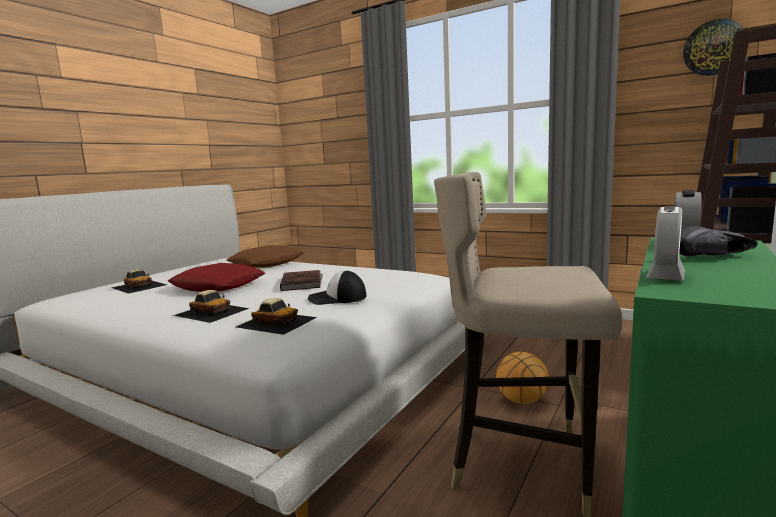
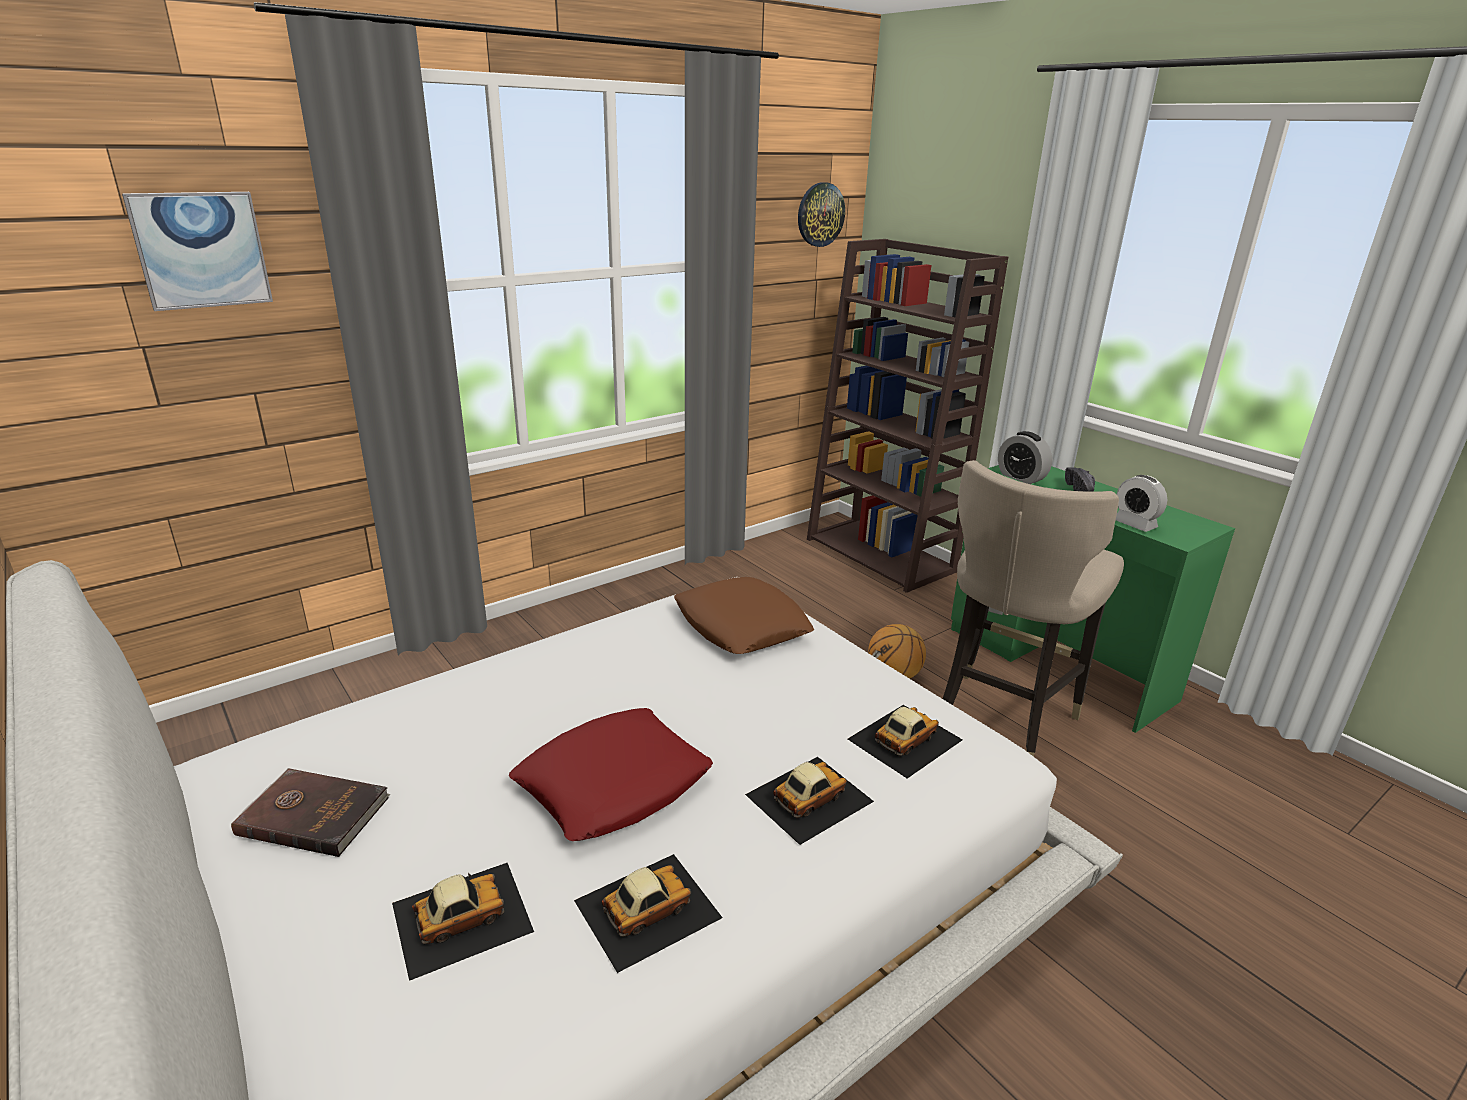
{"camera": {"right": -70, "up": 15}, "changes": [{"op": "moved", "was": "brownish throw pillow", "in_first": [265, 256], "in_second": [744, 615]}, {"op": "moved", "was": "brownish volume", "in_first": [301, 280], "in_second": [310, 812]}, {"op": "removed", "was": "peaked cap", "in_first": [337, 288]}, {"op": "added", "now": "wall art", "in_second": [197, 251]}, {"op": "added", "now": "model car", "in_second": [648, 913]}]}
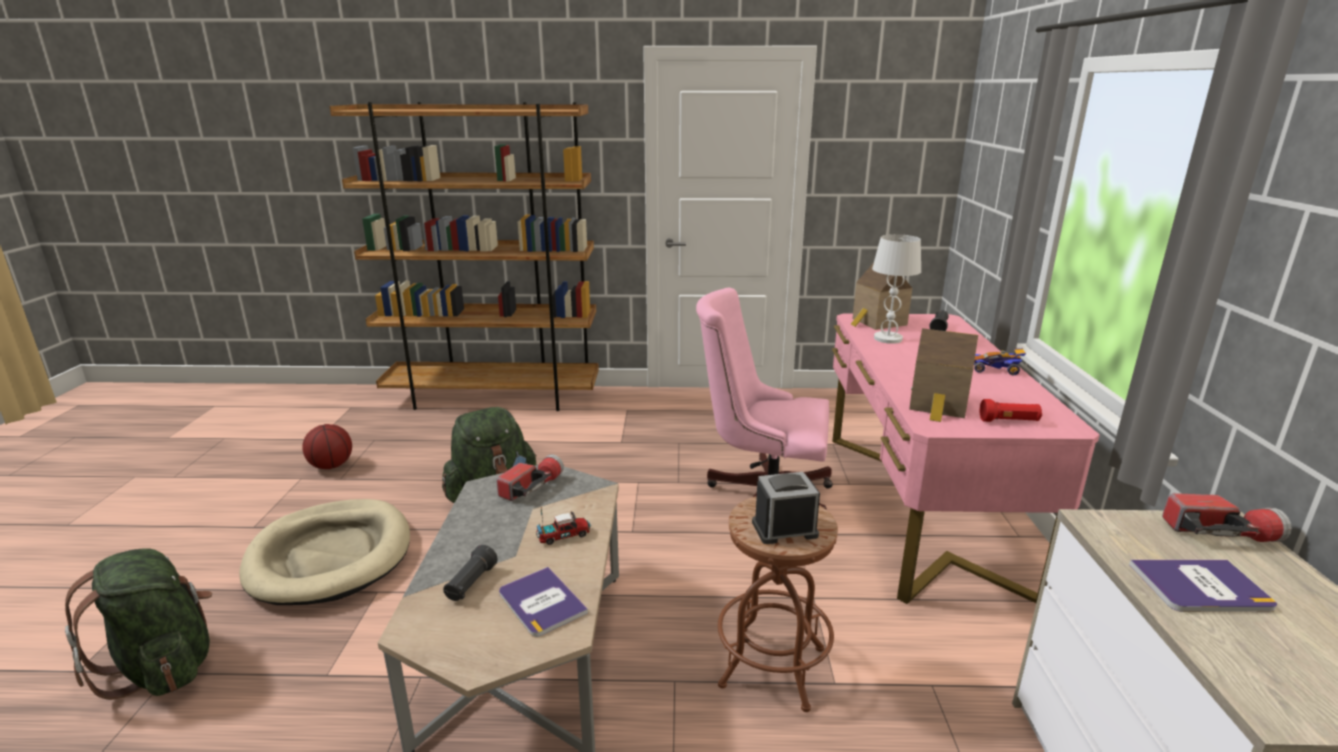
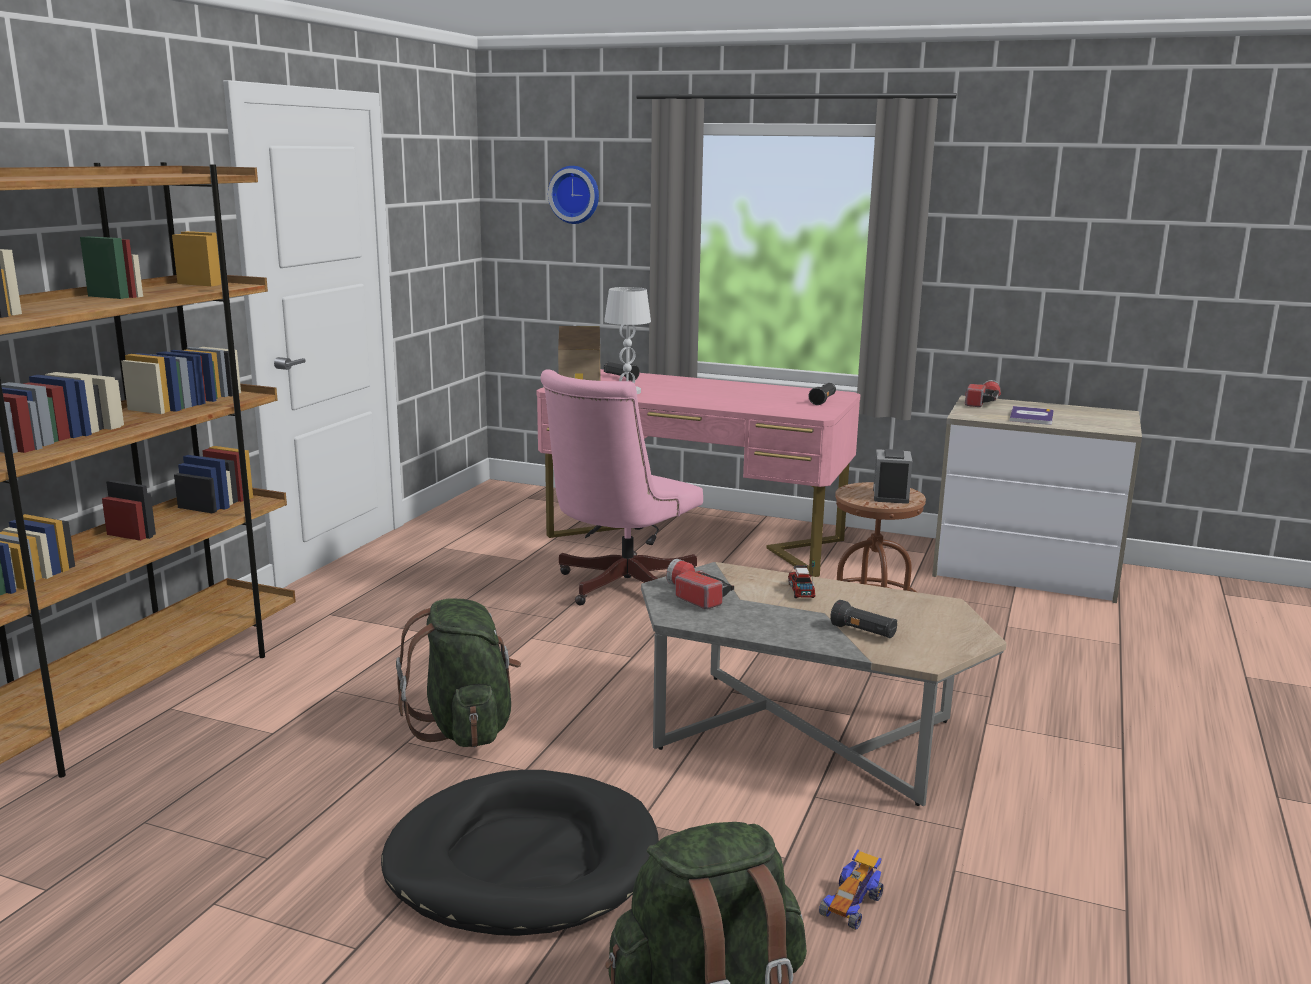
{"camera": {"right": -70, "up": -5}, "changes": [{"op": "removed", "was": "model house", "in_first": [943, 375]}, {"op": "moved", "was": "model car", "in_first": [1000, 361], "in_second": [851, 889]}, {"op": "recoloured", "was": "reddish flashlight", "now": "black flashlight", "in_first": [1011, 410], "in_second": [822, 394]}, {"op": "removed", "was": "basketball ball", "in_first": [327, 446]}, {"op": "recoloured", "was": "beige-coloured dog bed", "now": "black dog bed", "in_first": [324, 552], "in_second": [520, 853]}, {"op": "removed", "was": "volume", "in_first": [543, 602]}, {"op": "added", "now": "wall clock", "in_second": [573, 195]}]}
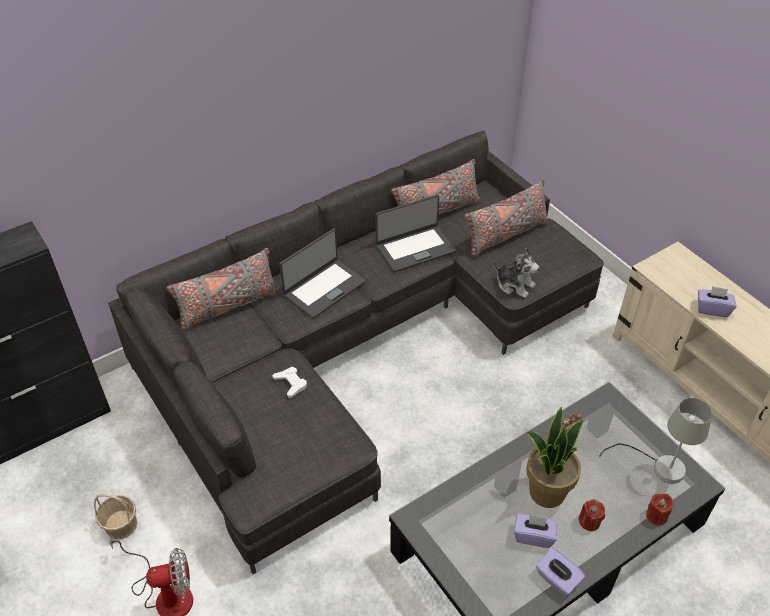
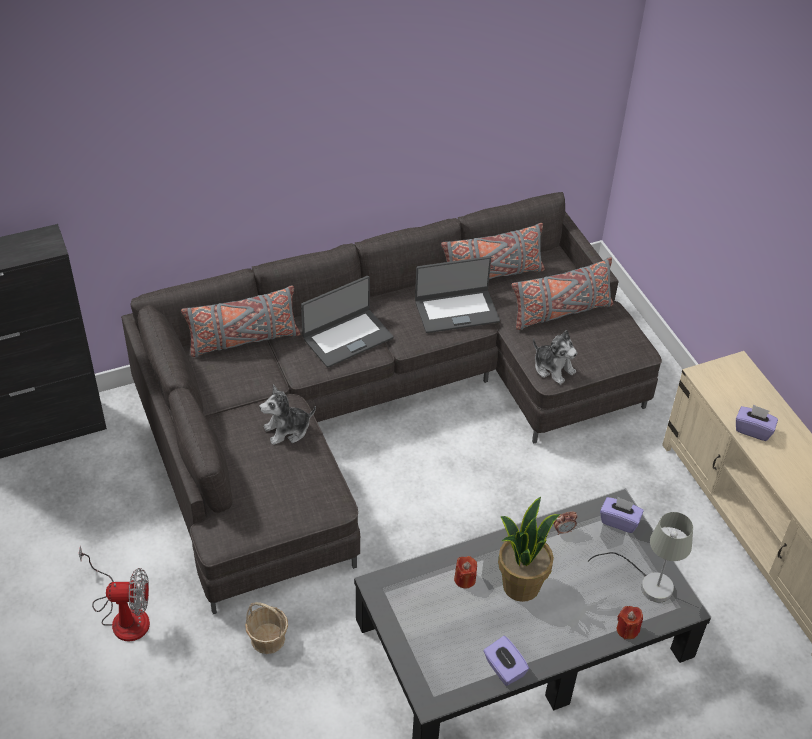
{"camera": {"right": 10, "up": 0}, "changes": [{"op": "replaced", "was": "white joypad", "now": "cuddly toy", "in_first": [289, 382], "in_second": [287, 415]}, {"op": "moved", "was": "basket", "in_first": [115, 516], "in_second": [266, 628]}, {"op": "moved", "was": "reddish wax light", "in_first": [592, 515], "in_second": [465, 572]}, {"op": "moved", "was": "purple-coloured box of tissues", "in_first": [535, 531], "in_second": [622, 515]}]}
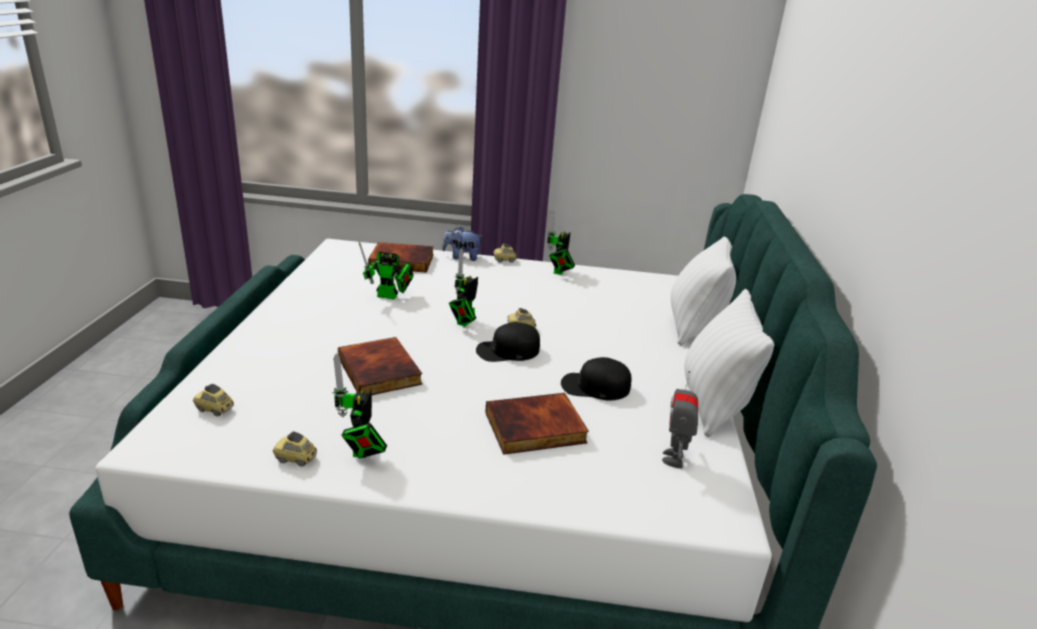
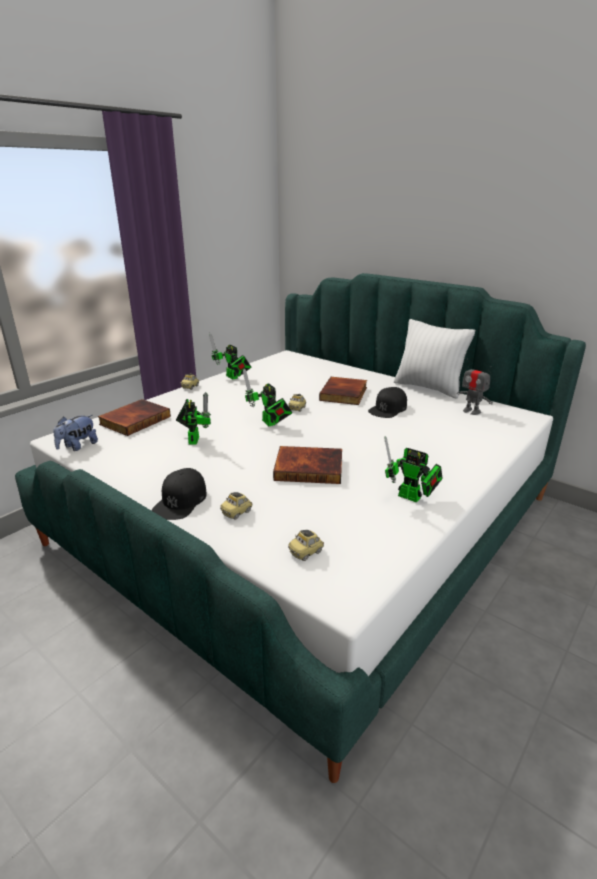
{"camera": {"right": -55, "up": 0}, "changes": [{"op": "moved", "was": "cuddly toy", "in_first": [462, 244], "in_second": [75, 433]}, {"op": "removed", "was": "white throw pillow", "in_first": [703, 291]}, {"op": "turned", "was": "robot figure", "in_first": [386, 270], "in_second": [193, 418], "clockwise": -45}, {"op": "moved", "was": "black peaked cap", "in_first": [508, 342], "in_second": [179, 494]}, {"op": "moved", "was": "volume", "in_first": [537, 424], "in_second": [343, 391]}, {"op": "moved", "was": "model car", "in_first": [295, 449], "in_second": [236, 506]}]}
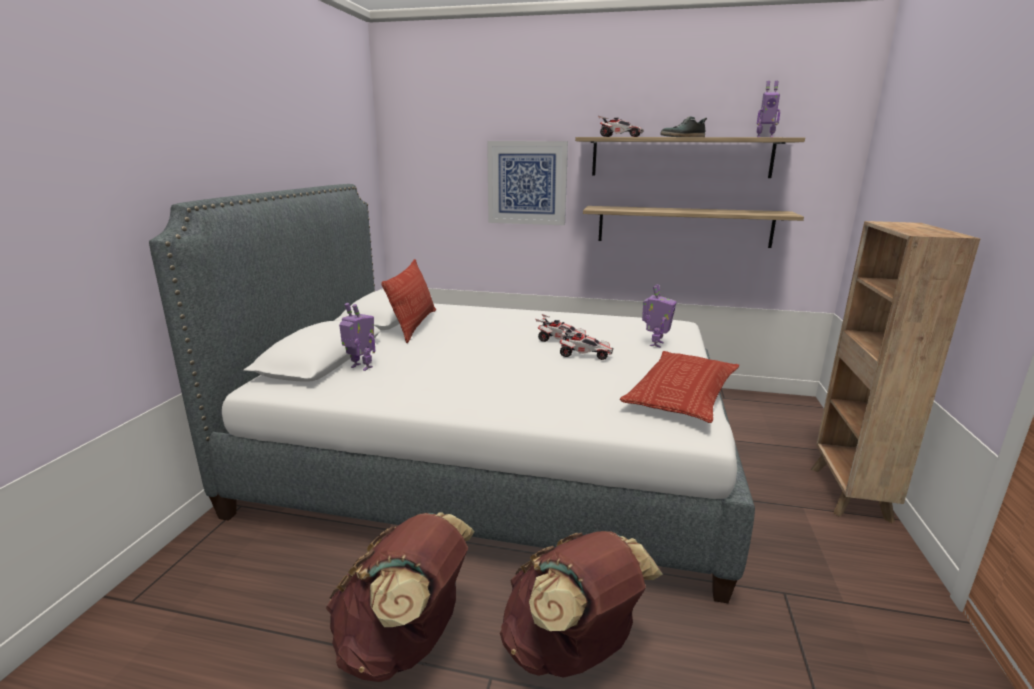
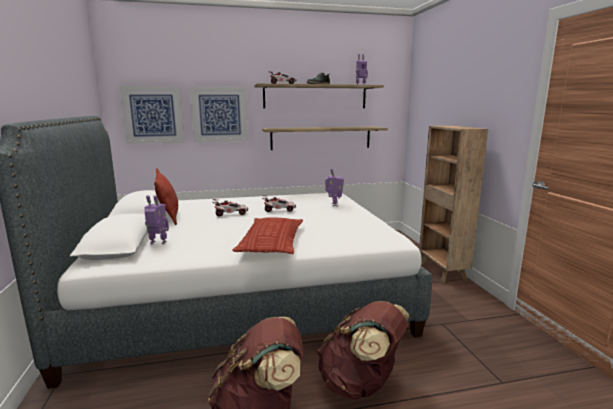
{"camera": {"right": -25, "up": -5}, "changes": [{"op": "moved", "was": "model car", "in_first": [585, 343], "in_second": [230, 208]}, {"op": "moved", "was": "throw pillow", "in_first": [679, 387], "in_second": [267, 235]}, {"op": "added", "now": "wall art", "in_second": [152, 115]}]}
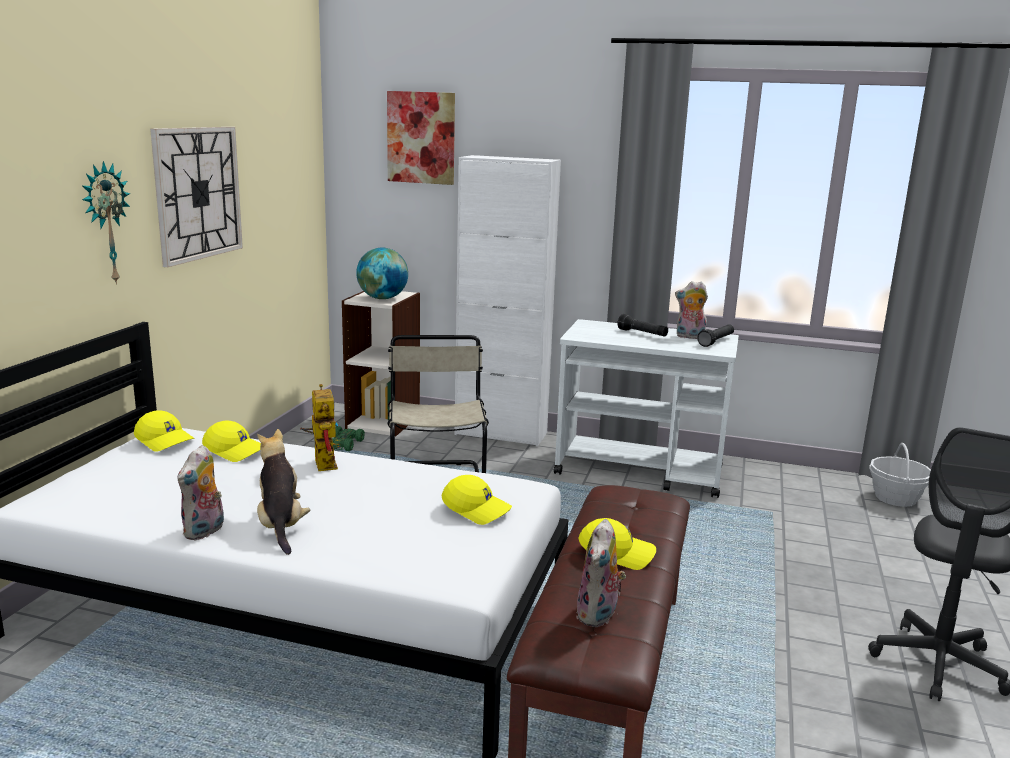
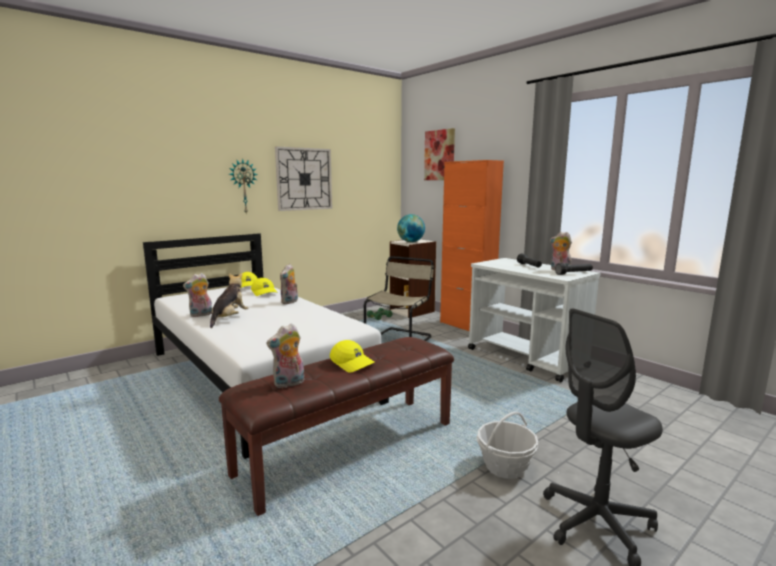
{"camera": {"right": 35, "up": -5}, "changes": [{"op": "recoloured", "was": "white storage cabinet", "now": "orangey storage cabinet", "in_first": [508, 301], "in_second": [472, 245]}, {"op": "replaced", "was": "robot figure", "now": "cuddly toy", "in_first": [319, 427], "in_second": [289, 284]}, {"op": "moved", "was": "basket", "in_first": [900, 475], "in_second": [508, 445]}, {"op": "removed", "was": "yellow-coloured peaked cap", "in_first": [477, 500]}]}
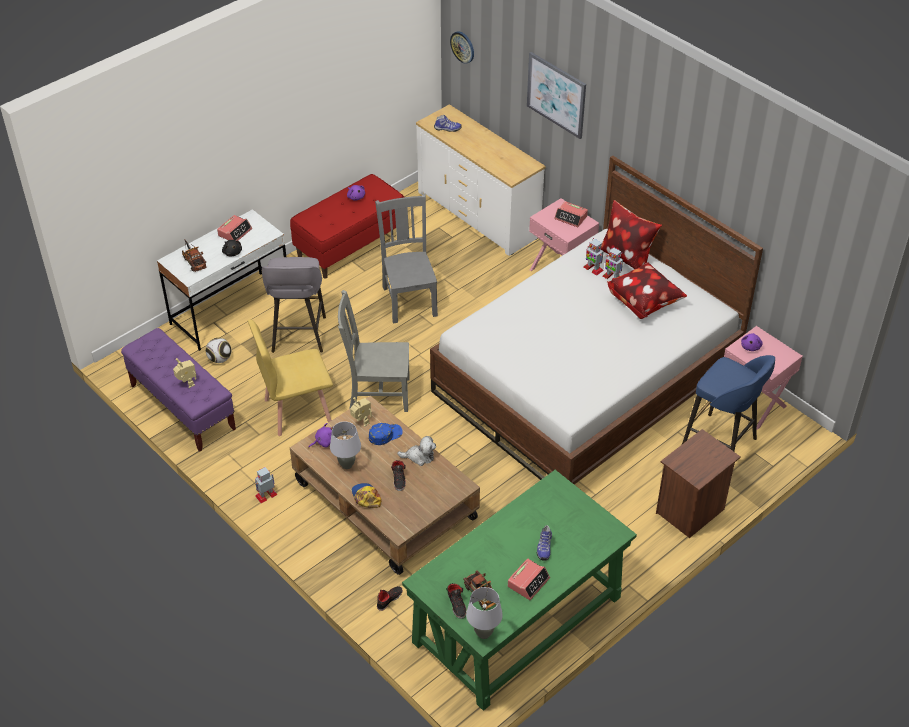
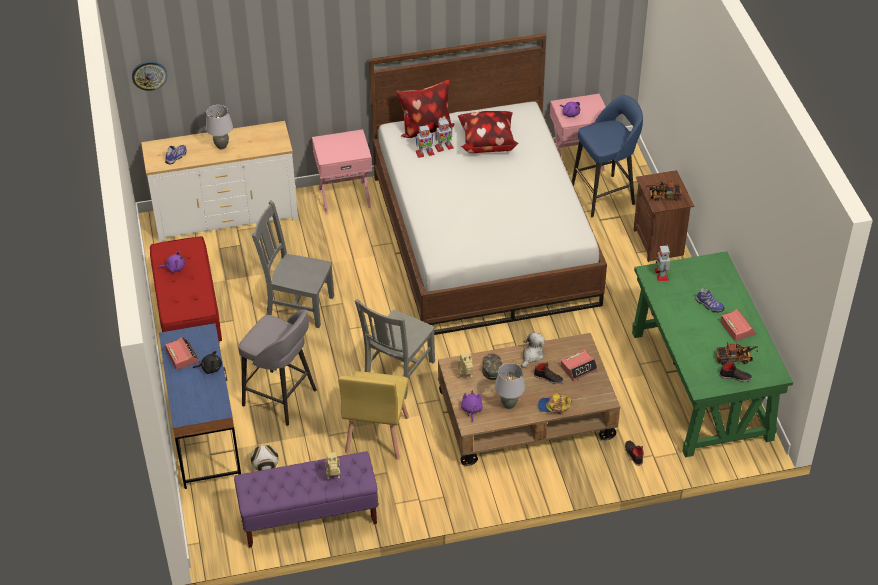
{"camera": {"right": -60, "up": 0}, "changes": [{"op": "removed", "was": "wall art", "in_first": [556, 95]}, {"op": "moved", "was": "table clock", "in_first": [571, 214], "in_second": [579, 365]}, {"op": "recoloured", "was": "white desk table", "now": "blue-coloured desk table", "in_first": [221, 280], "in_second": [200, 406]}, {"op": "moved", "was": "toy truck", "in_first": [194, 256], "in_second": [664, 190]}, {"op": "recoloured", "was": "blue-coloured peaked cap", "now": "green peaked cap", "in_first": [386, 434], "in_second": [492, 366]}, {"op": "moved", "was": "robot figure", "in_first": [266, 485], "in_second": [662, 263]}, {"op": "moved", "was": "greyish lamp for a table", "in_first": [484, 613], "in_second": [219, 127]}]}
